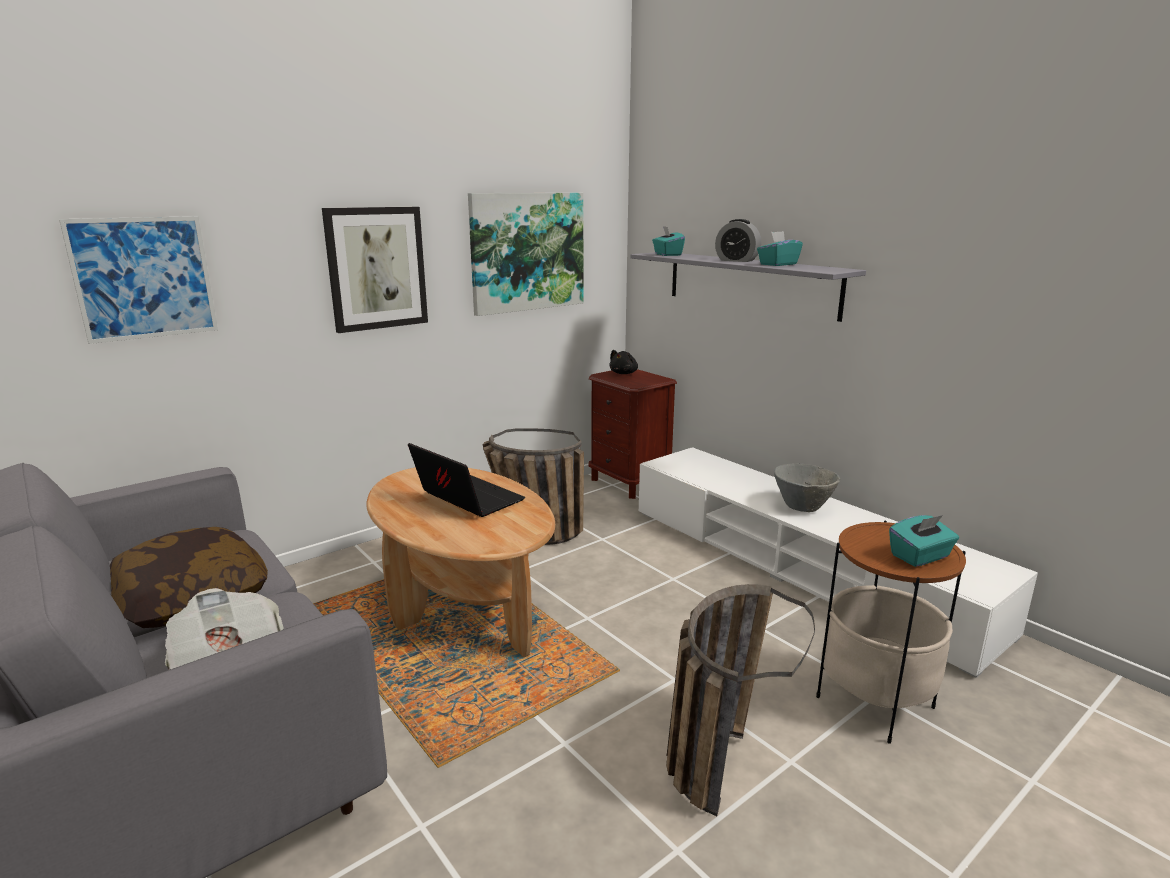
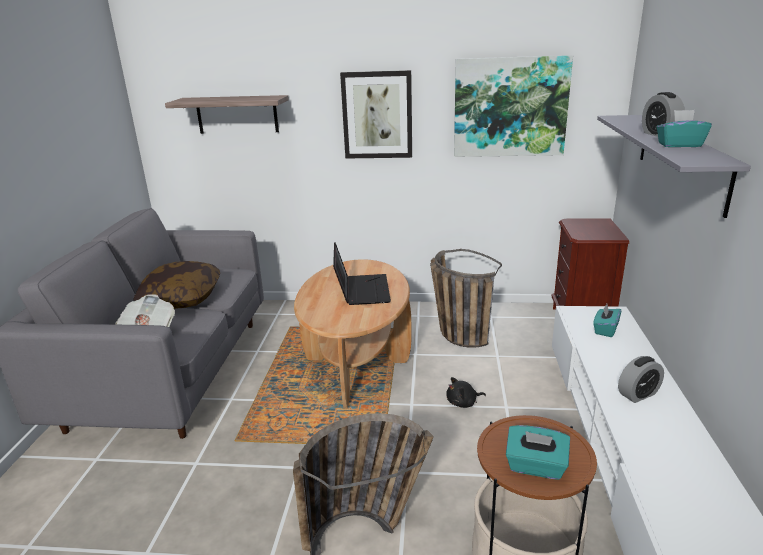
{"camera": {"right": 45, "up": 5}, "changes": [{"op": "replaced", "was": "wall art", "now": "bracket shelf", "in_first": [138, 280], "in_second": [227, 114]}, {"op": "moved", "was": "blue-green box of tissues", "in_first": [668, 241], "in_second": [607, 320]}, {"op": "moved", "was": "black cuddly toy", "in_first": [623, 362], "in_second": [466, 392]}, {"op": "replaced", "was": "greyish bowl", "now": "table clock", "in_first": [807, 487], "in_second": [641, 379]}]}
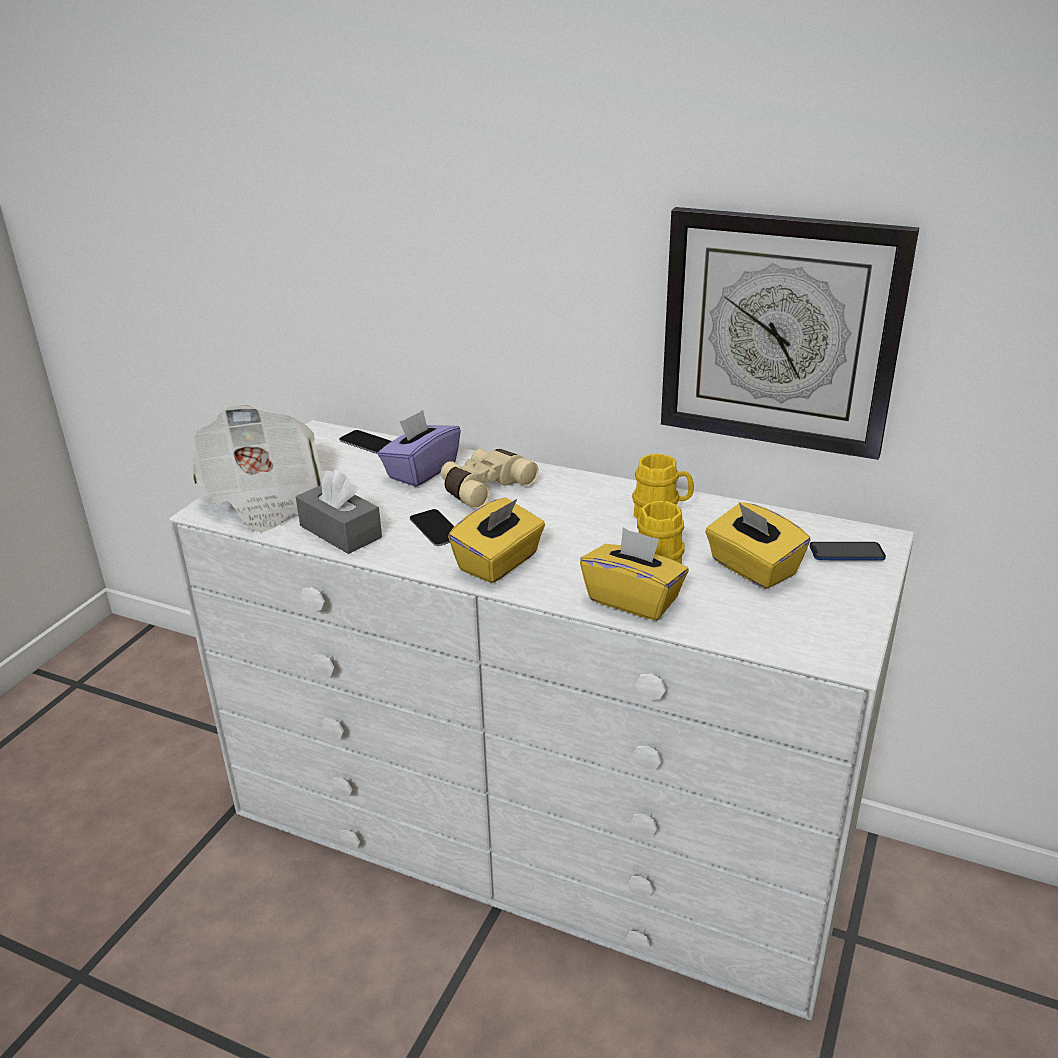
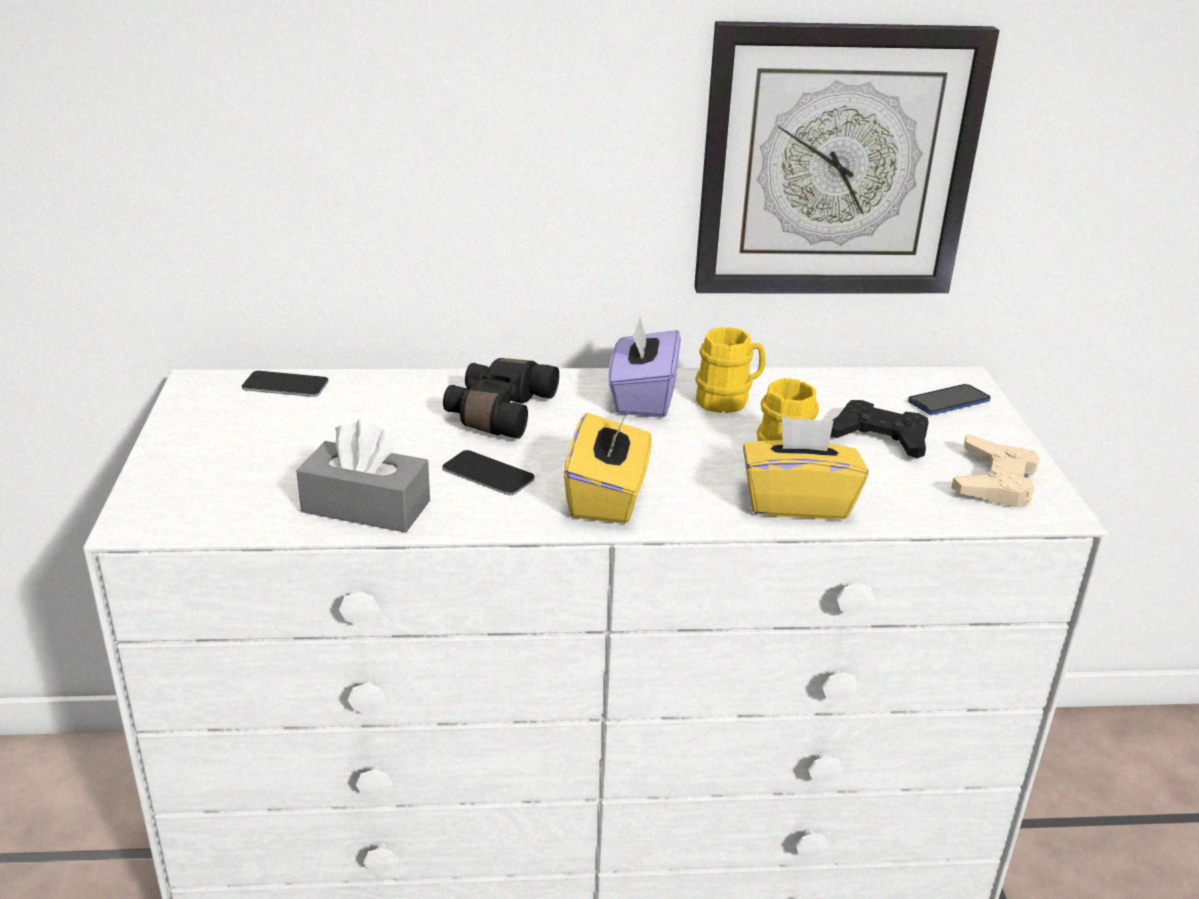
{"camera": {"right": -30, "up": 0}, "changes": [{"op": "removed", "was": "printed paper", "in_first": [257, 468]}, {"op": "moved", "was": "purple-coloured box of tissues", "in_first": [419, 448], "in_second": [645, 367]}, {"op": "recoloured", "was": "beige-coloured pair of binoculars", "now": "black pair of binoculars", "in_first": [490, 479], "in_second": [501, 398]}, {"op": "replaced", "was": "yellow-coloured box of tissues", "now": "black joypad", "in_first": [758, 545], "in_second": [879, 429]}, {"op": "added", "now": "beige-coloured joypad", "in_second": [995, 471]}]}
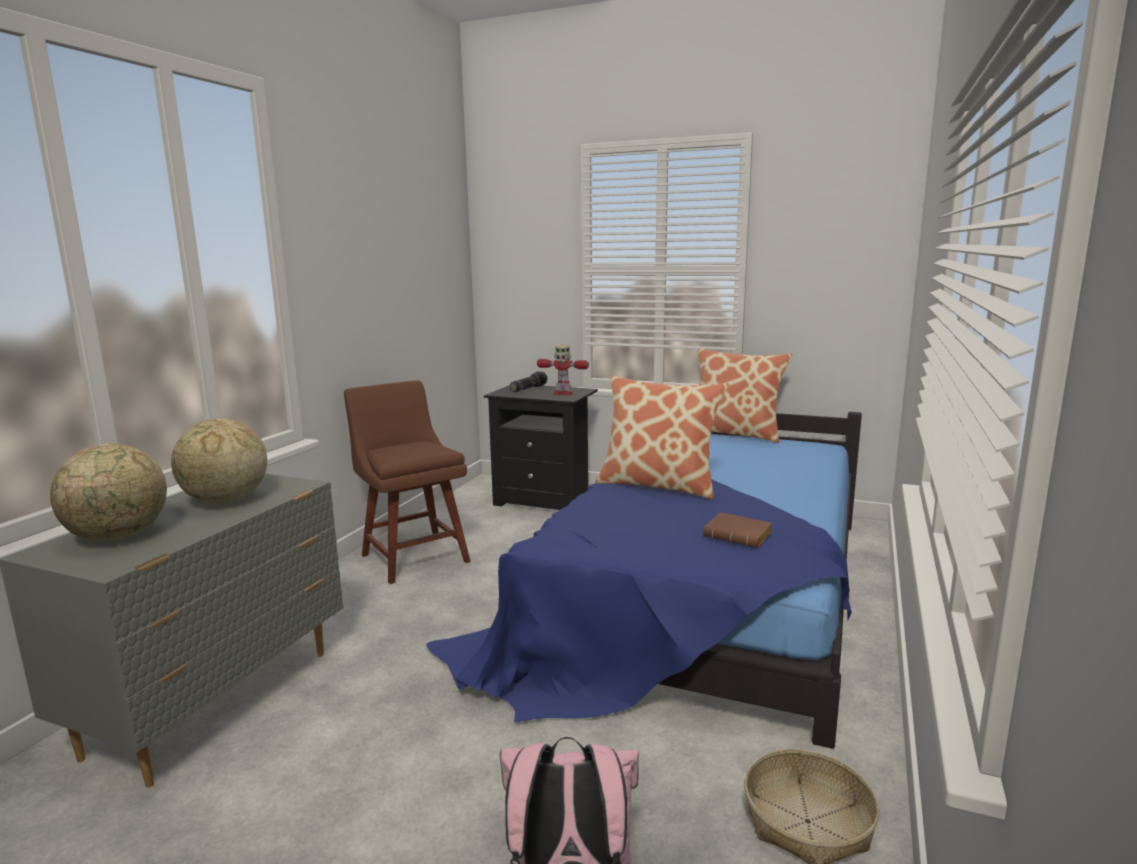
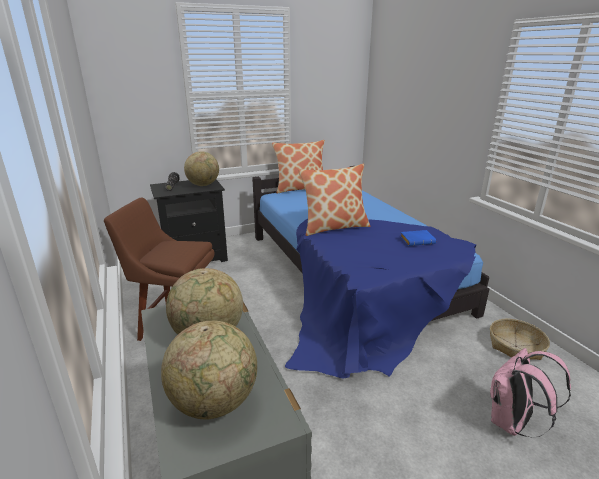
{"camera": {"right": -45, "up": 10}, "changes": [{"op": "replaced", "was": "robot figure", "now": "desk globe", "in_first": [563, 370], "in_second": [201, 168]}, {"op": "recoloured", "was": "brownish volume", "now": "blue-coloured volume", "in_first": [738, 530], "in_second": [418, 238]}]}
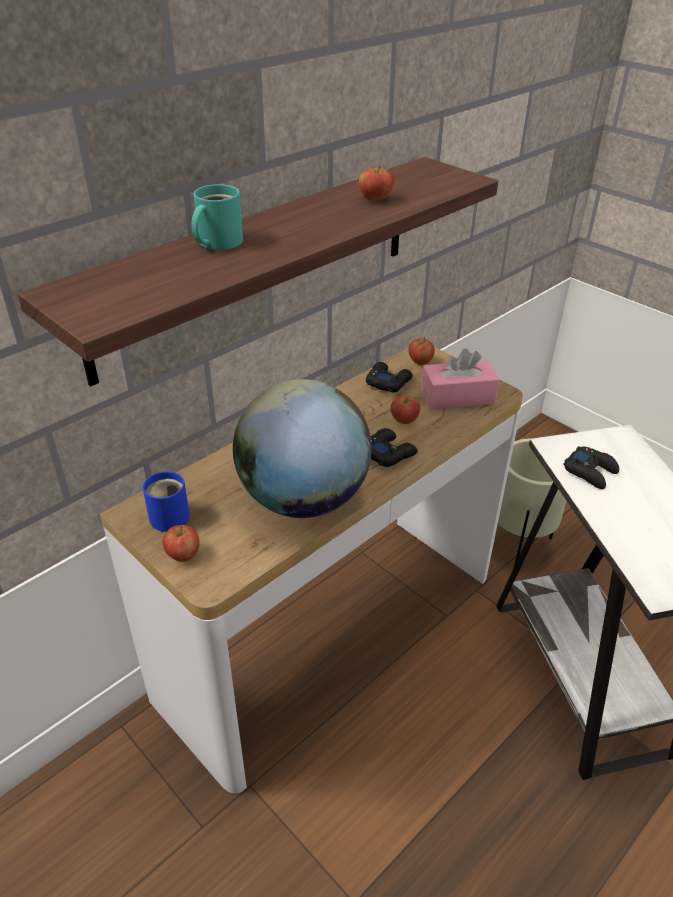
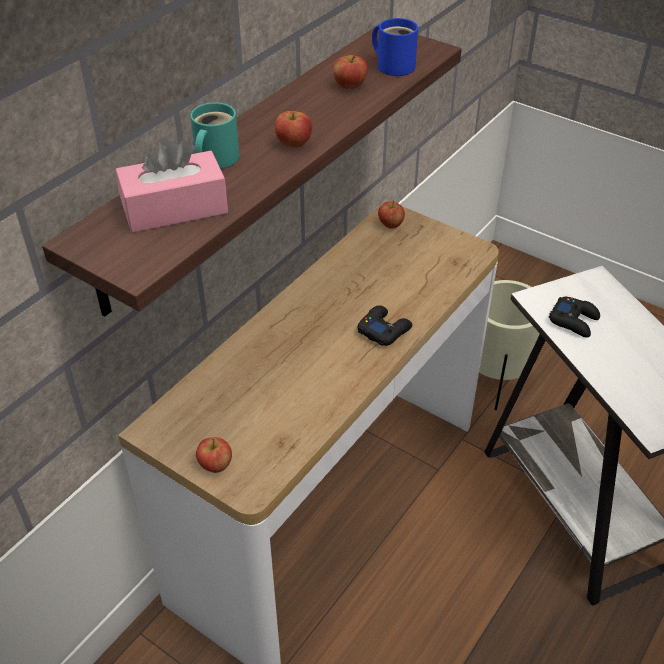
{"camera": {"right": -10, "up": 5}, "changes": [{"op": "moved", "was": "pink-coloured box of tissues", "in_first": [460, 379], "in_second": [171, 185]}, {"op": "removed", "was": "black joypad", "in_first": [389, 377]}, {"op": "removed", "was": "desk globe", "in_first": [302, 448]}, {"op": "moved", "was": "whole apple", "in_first": [405, 409], "in_second": [293, 129]}, {"op": "moved", "was": "blue-coloured mug", "in_first": [166, 501], "in_second": [395, 47]}]}
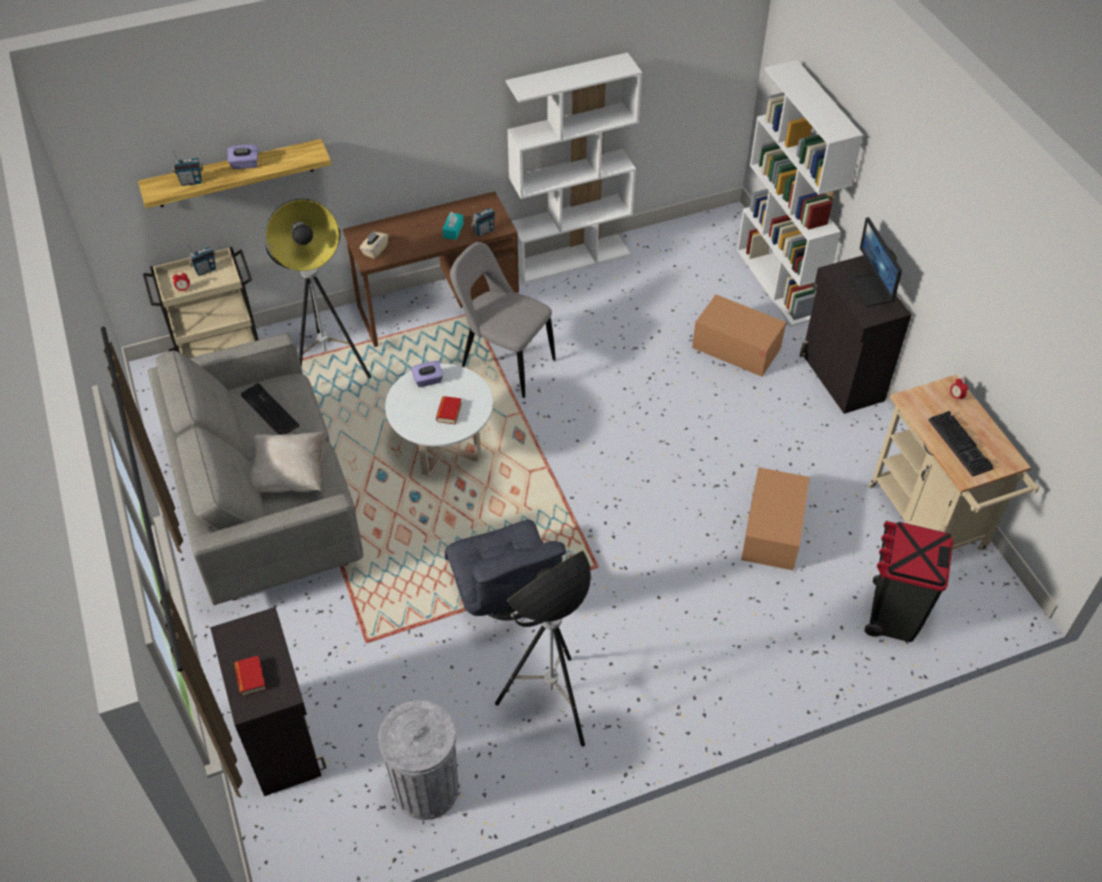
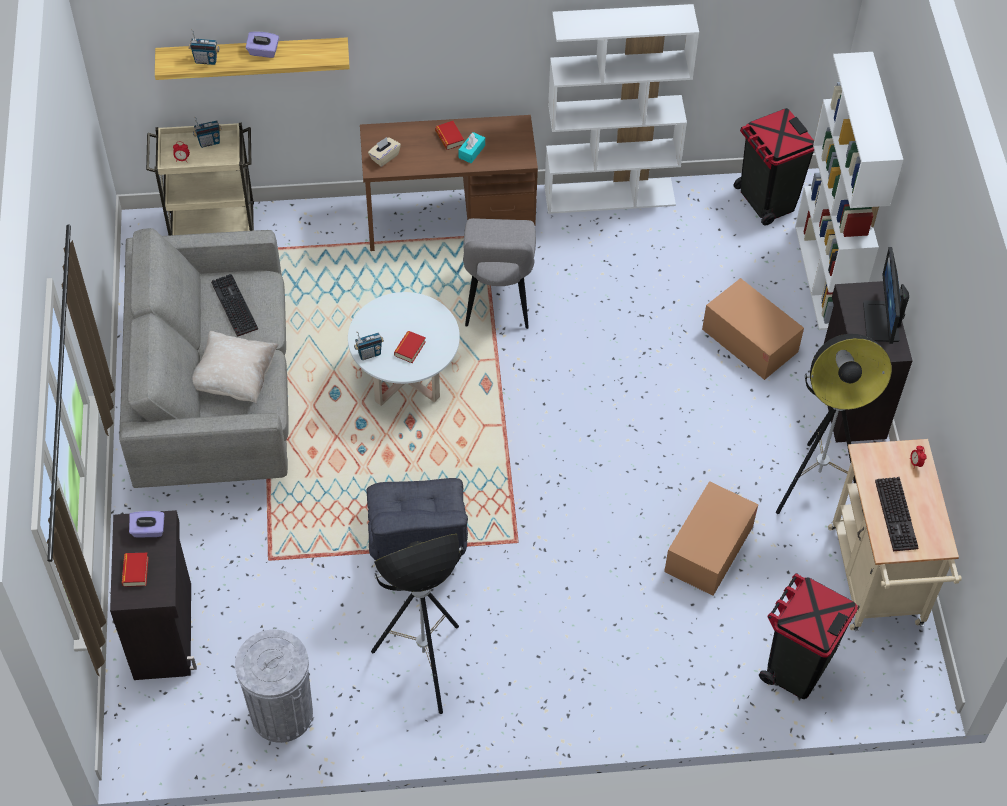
{"camera": {"right": 15, "up": 5}, "changes": [{"op": "moved", "was": "standing lamp", "in_first": [318, 288], "in_second": [834, 424]}, {"op": "moved", "was": "radio set", "in_first": [483, 221], "in_second": [369, 345]}, {"op": "turned", "was": "greyish upright chair", "in_first": [503, 320], "in_second": [499, 273], "clockwise": -135}, {"op": "moved", "was": "purple-coloured box of tissues", "in_first": [427, 374], "in_second": [146, 524]}, {"op": "added", "now": "black rubbish bin", "in_second": [774, 166]}, {"op": "added", "now": "volume", "in_second": [449, 135]}]}
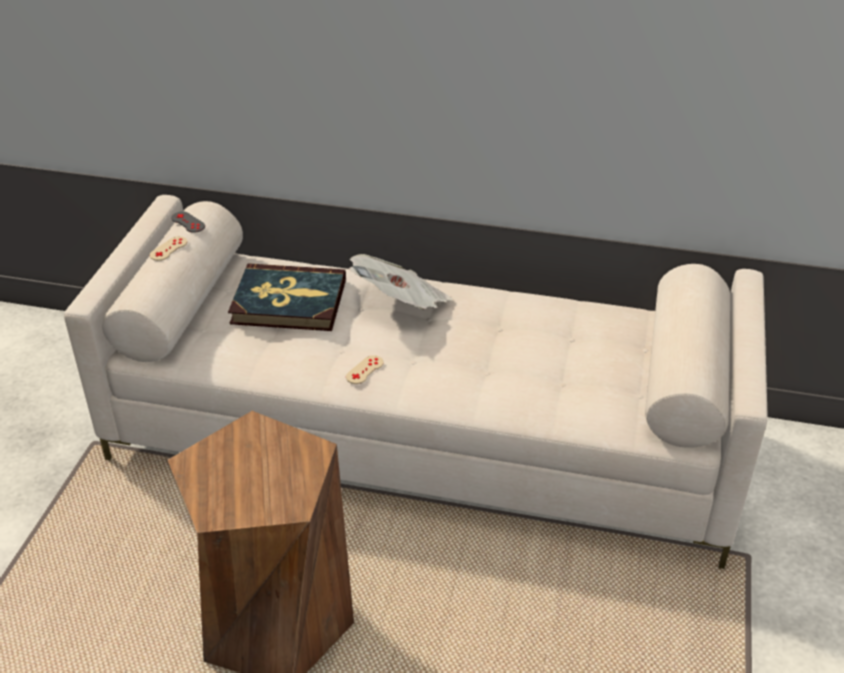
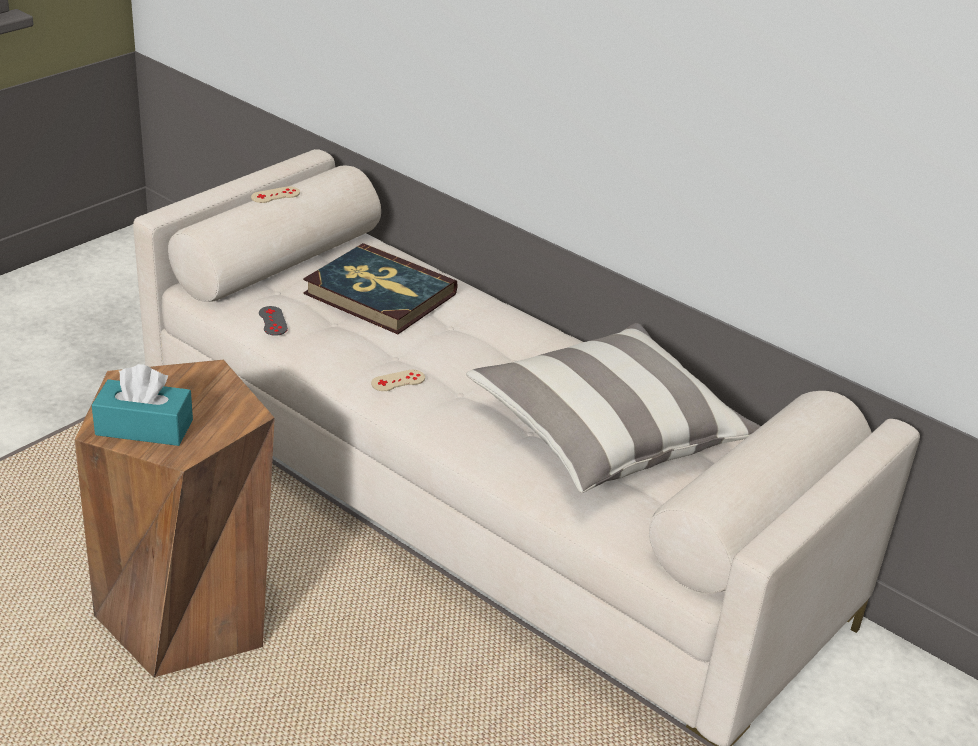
{"camera": {"right": 25, "up": -5}, "changes": [{"op": "moved", "was": "greyish joypad", "in_first": [188, 222], "in_second": [273, 321]}, {"op": "removed", "was": "printed paper", "in_first": [401, 281]}, {"op": "added", "now": "throw pillow", "in_second": [613, 408]}, {"op": "added", "now": "blue-green box of tissues", "in_second": [142, 405]}]}
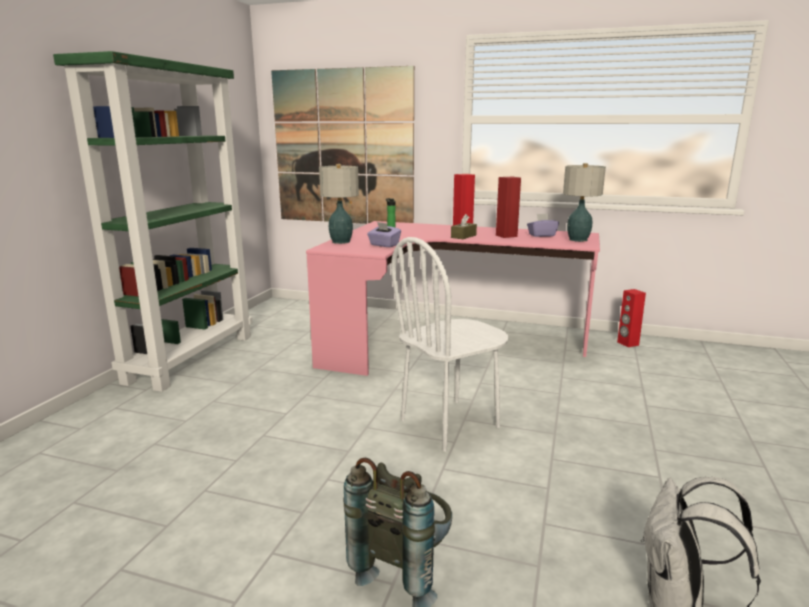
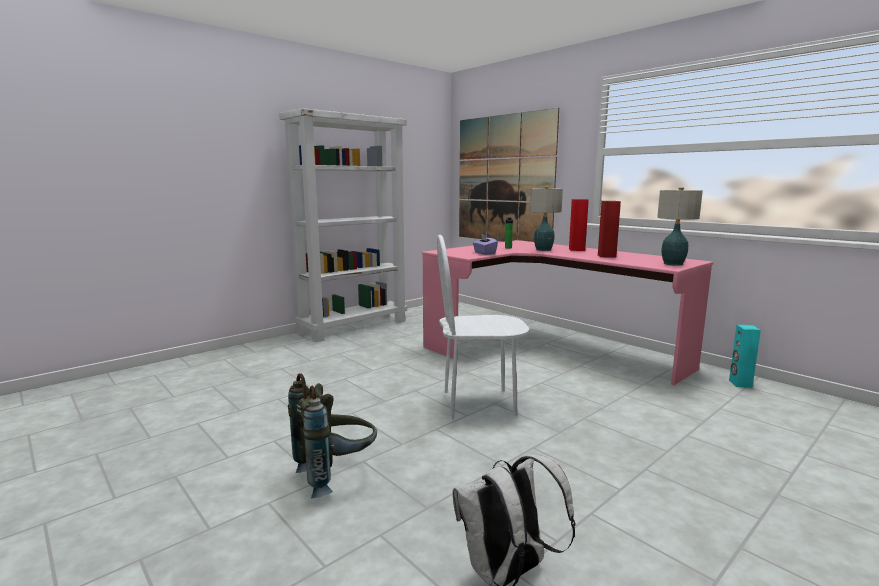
{"camera": {"right": 30, "up": -5}, "changes": [{"op": "recoloured", "was": "green shelving unit", "now": "white shelving unit", "in_first": [153, 221], "in_second": [343, 225]}, {"op": "moved", "was": "lamp for a table", "in_first": [339, 204], "in_second": [546, 218]}, {"op": "removed", "was": "brownish box of tissues", "in_first": [464, 226]}, {"op": "removed", "was": "purple-coloured box of tissues", "in_first": [543, 225]}, {"op": "recoloured", "was": "reddish speaker", "now": "blue-green speaker", "in_first": [631, 318], "in_second": [745, 356]}]}
